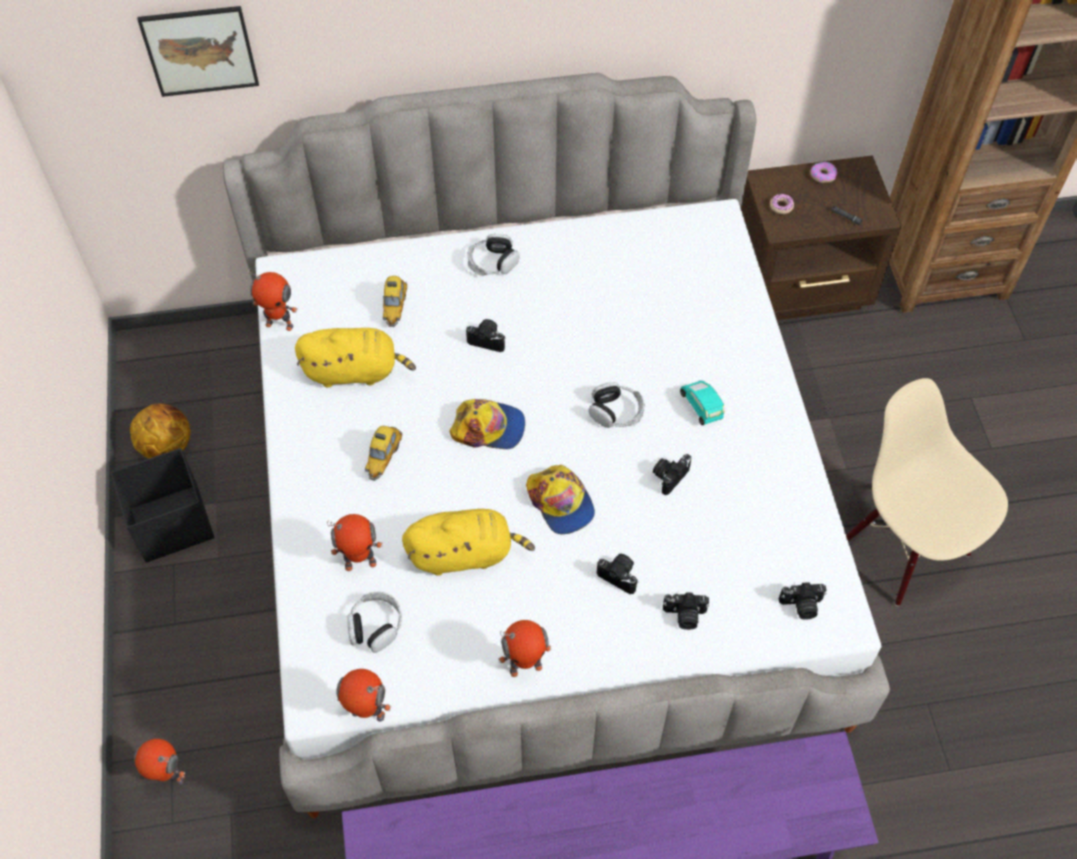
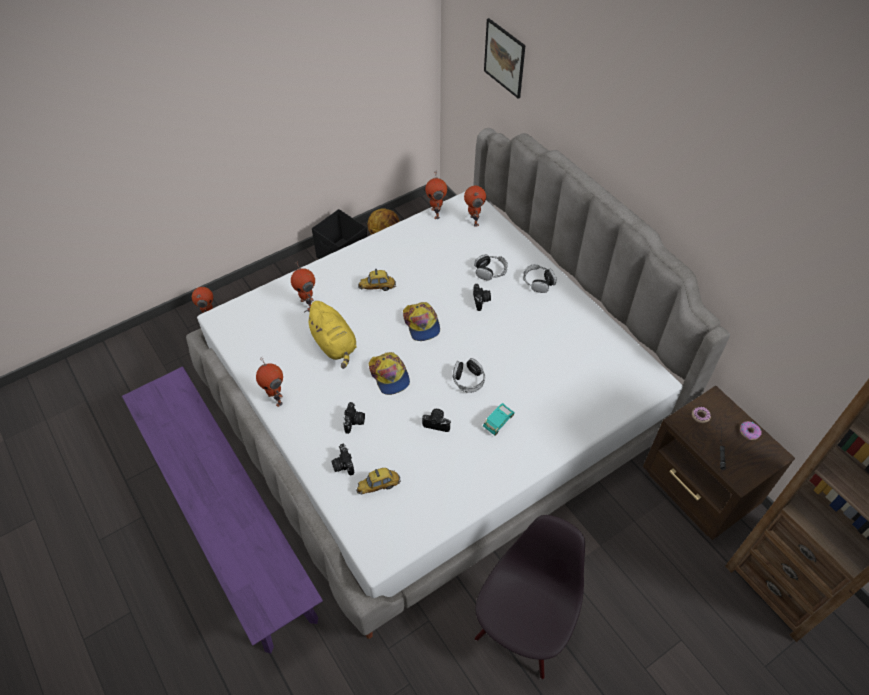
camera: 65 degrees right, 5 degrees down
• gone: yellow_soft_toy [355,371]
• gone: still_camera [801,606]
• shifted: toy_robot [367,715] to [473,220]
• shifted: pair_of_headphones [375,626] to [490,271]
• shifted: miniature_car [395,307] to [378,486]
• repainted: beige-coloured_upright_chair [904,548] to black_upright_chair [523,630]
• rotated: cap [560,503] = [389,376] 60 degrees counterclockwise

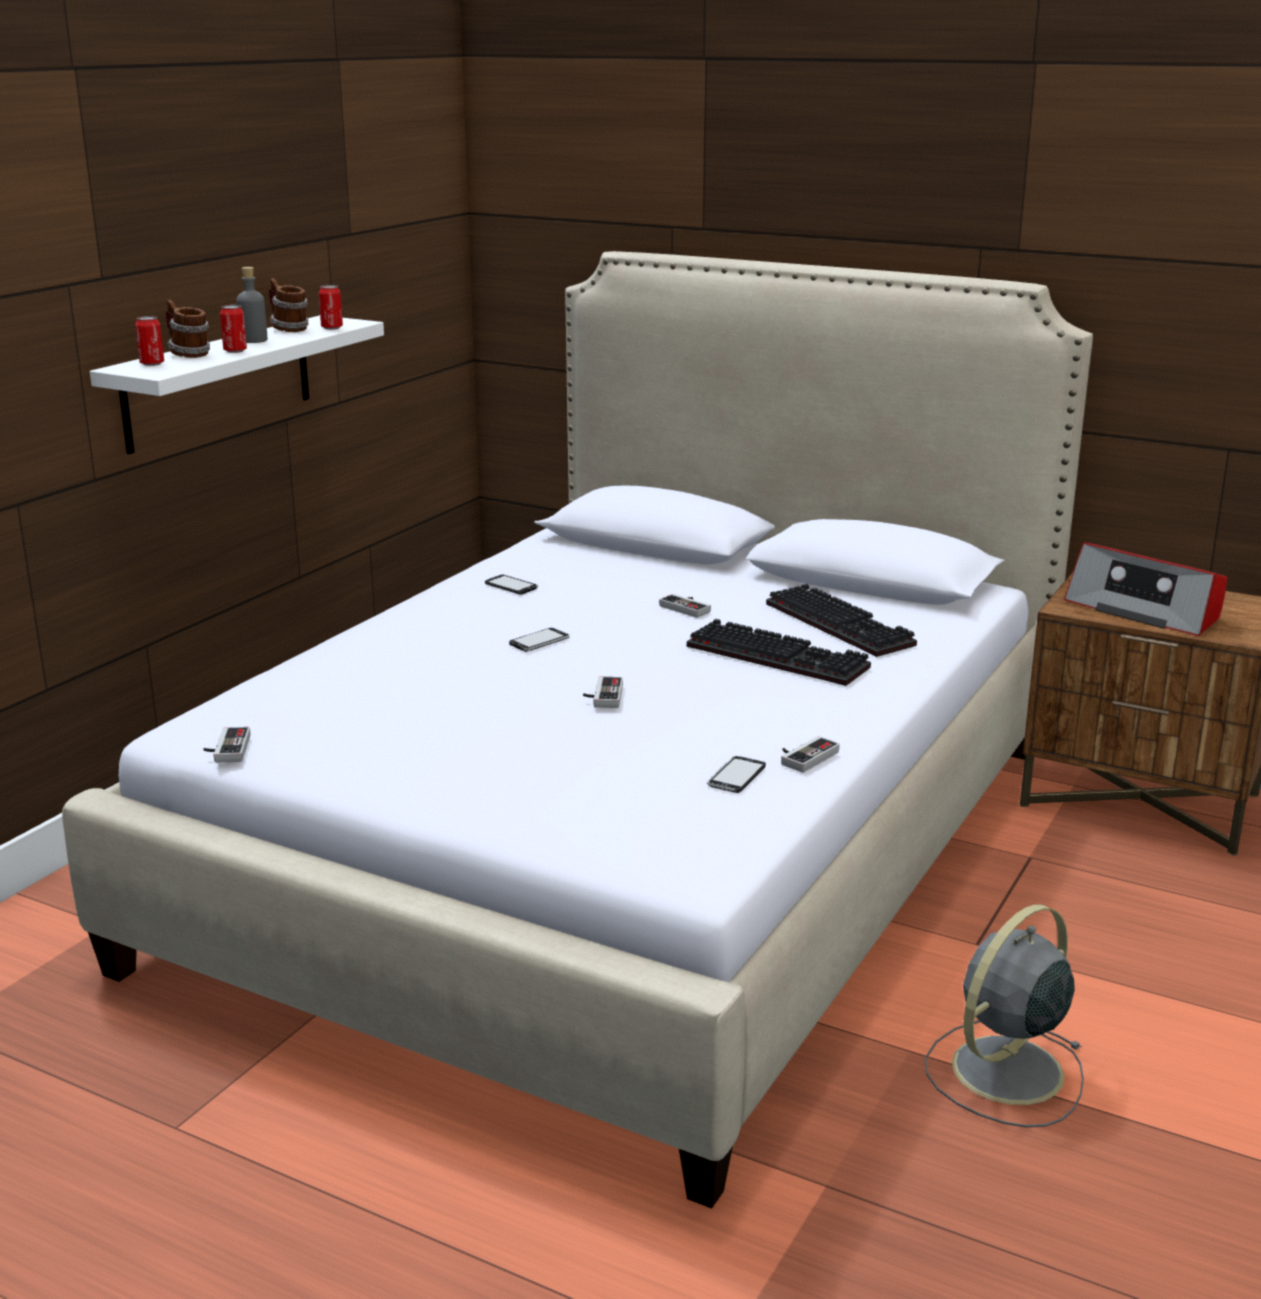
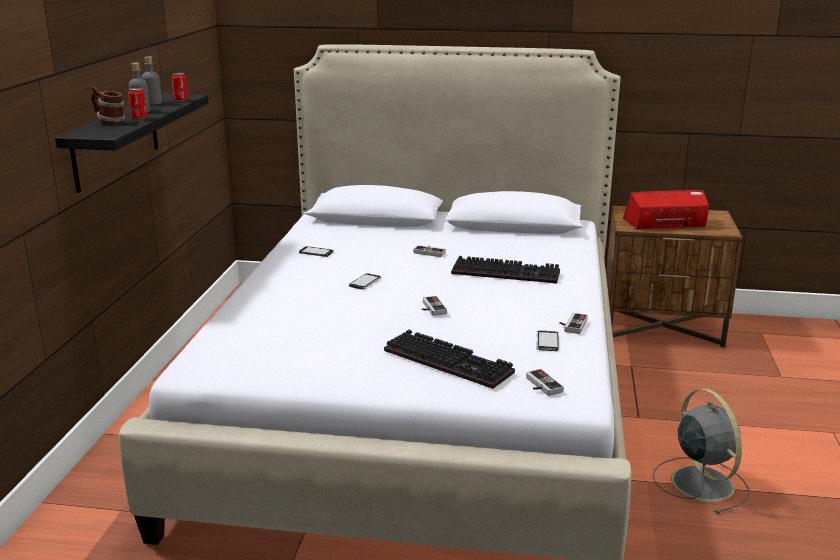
camera: 20 degrees left, 0 degrees up
• gone: sealed_can [152,364]
• shifted: gamepad [226,749] to [540,386]
• shifted: computer_keyboard [843,625] to [451,361]
• swapped: tea_mug [288,329] to greyish_beverage_bottle [153,103]
• repainted: white-coloured_bracket_shelf [218,382] to black_bracket_shelf [116,141]
• rotated: greyish_fan [1004,1072] = [700,482] 135 degrees clockwise
• rotated: radio [1145,610] = [666,223] 150 degrees clockwise

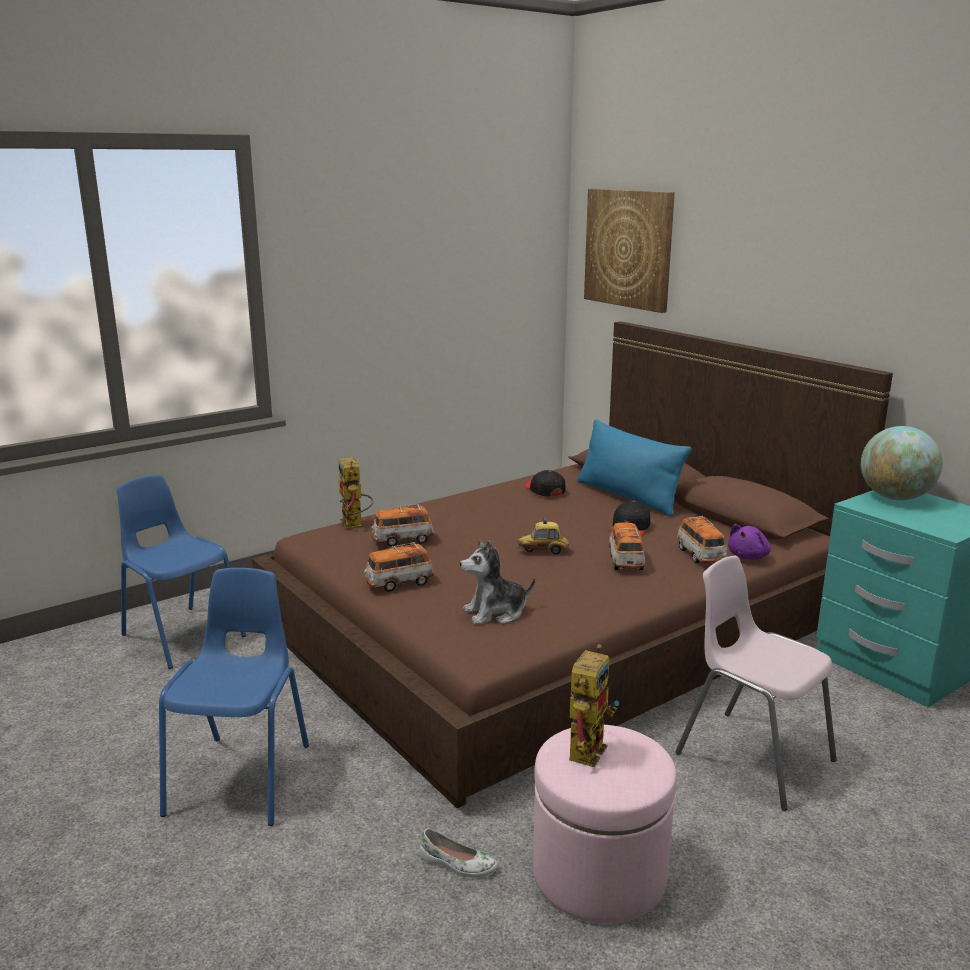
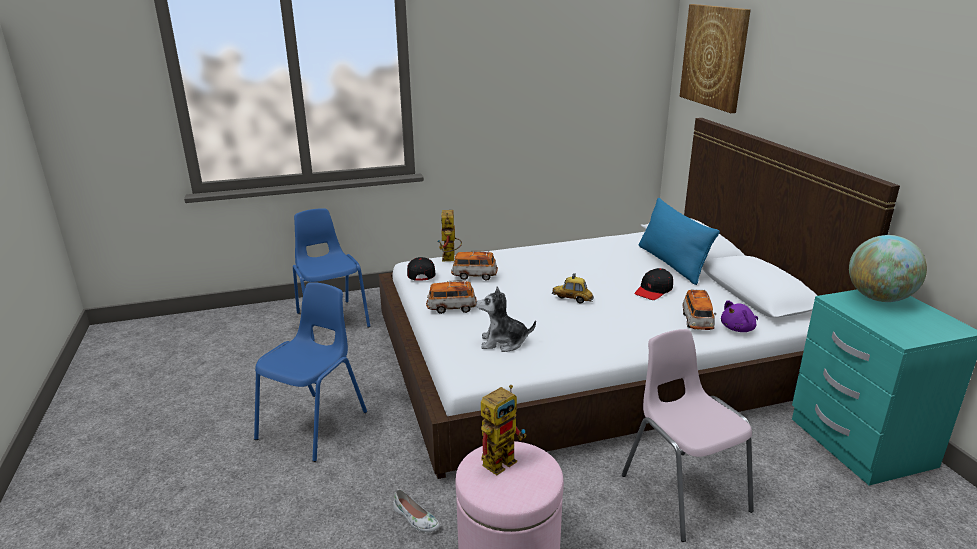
camera: 20 degrees right, 5 degrees up
• gone: miniature_car [625,561]
• shifted: black_cap [544,490] to [421,274]
• repainted: brown-coloured_bedroom_bed [559,623] to white-coloured_bedroom_bed [591,355]

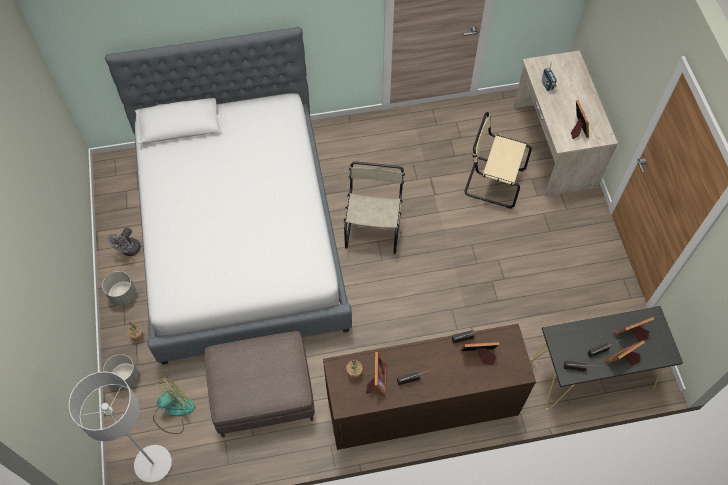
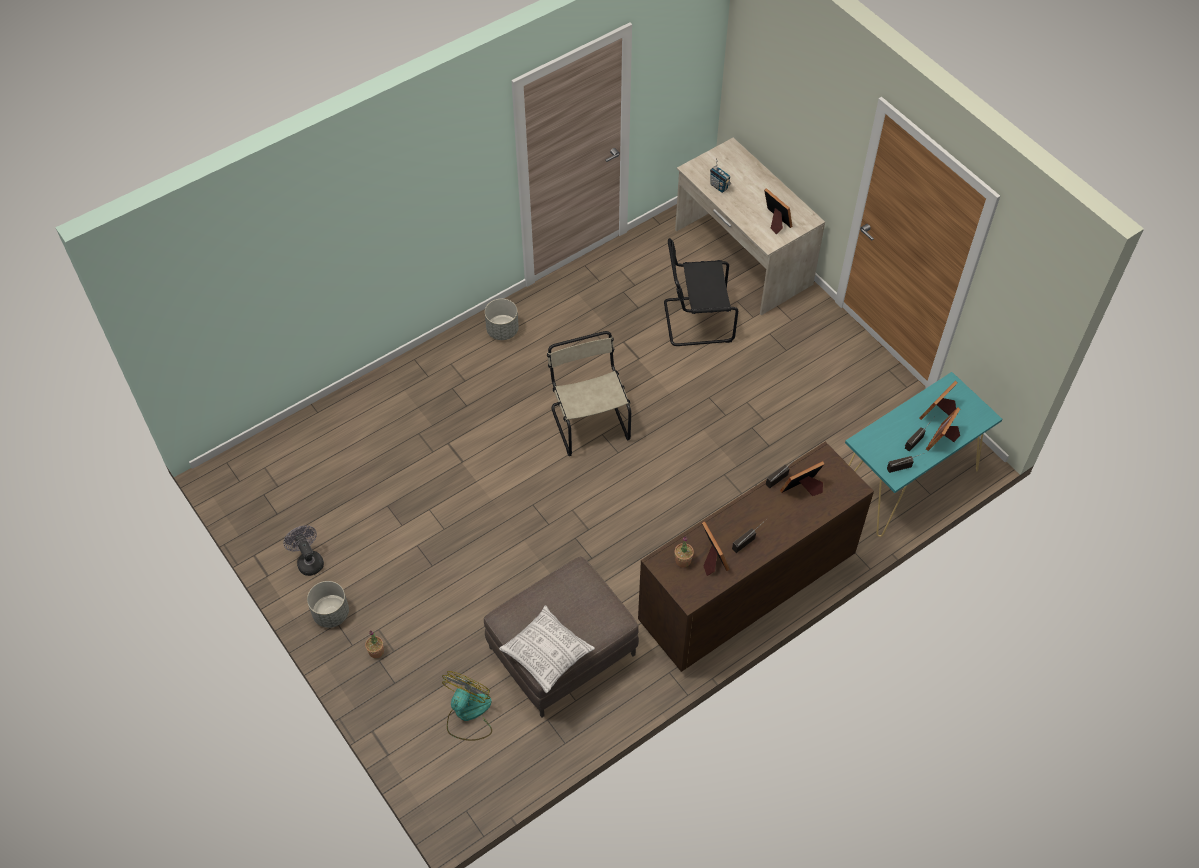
camera: 25 degrees left, 5 degrees down
• gone: greyish_floor_lamp [153,464]
• gone: bedroom_bed [241,235]
• new: throw_pillow [546,653]
• shifted: greyish_plant_pot [125,378] to [502,330]
• repainted: beige-coloured_upright_chair [492,182] to black_upright_chair [695,321]
• repainted: black_console_table [591,374] to blue-green_console_table [906,481]
• rotated: greyish_fan [129,250] = [308,561] 150 degrees clockwise

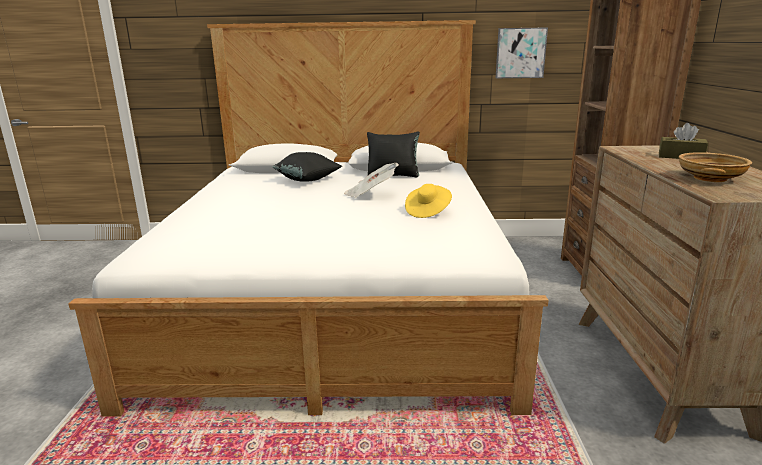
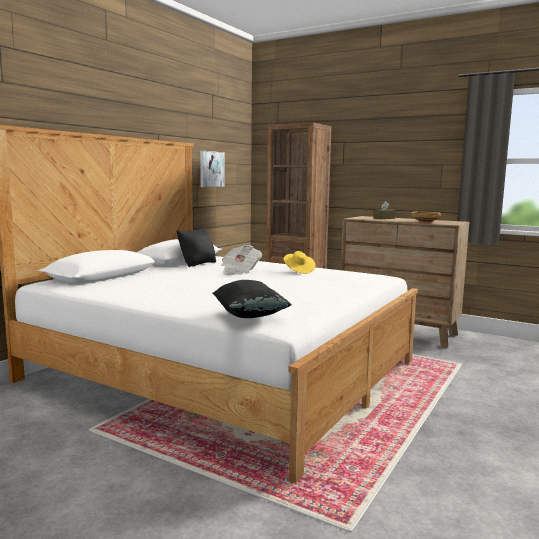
camera: 60 degrees left, 10 degrees down
• shifted: black_throw_pillow [307,180] to [249,316]

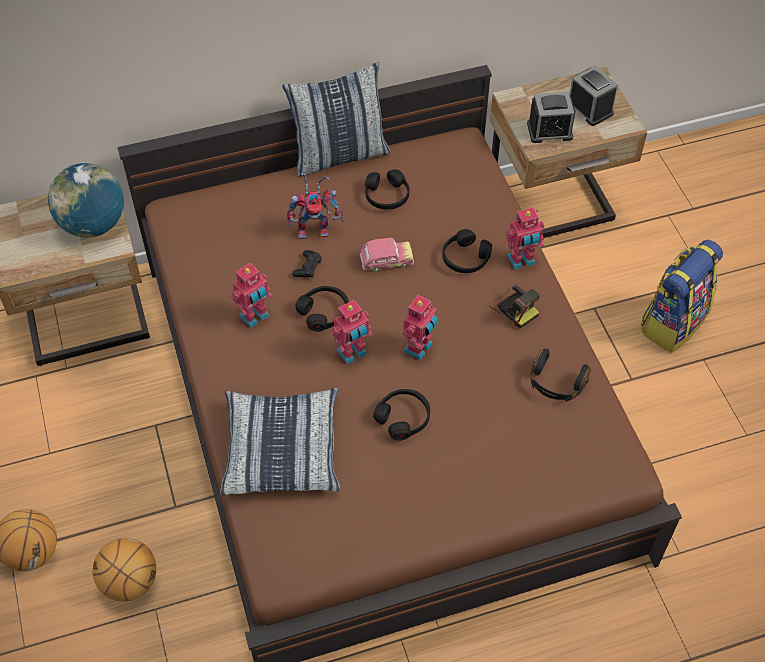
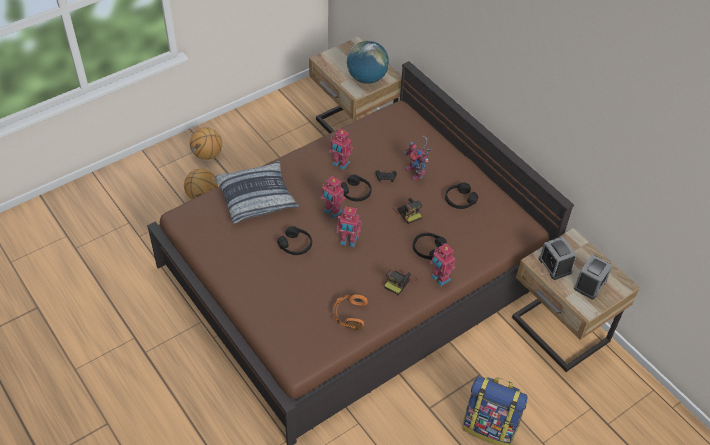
camera: 70 degrees right, 5 degrees down
• gone: throw_pillow [339,155]
• swapped: miniature_car [386,261] to still_camera [407,212]
• repainted: black_pair_of_headphones [556,383] to orangey_pair_of_headphones [349,315]

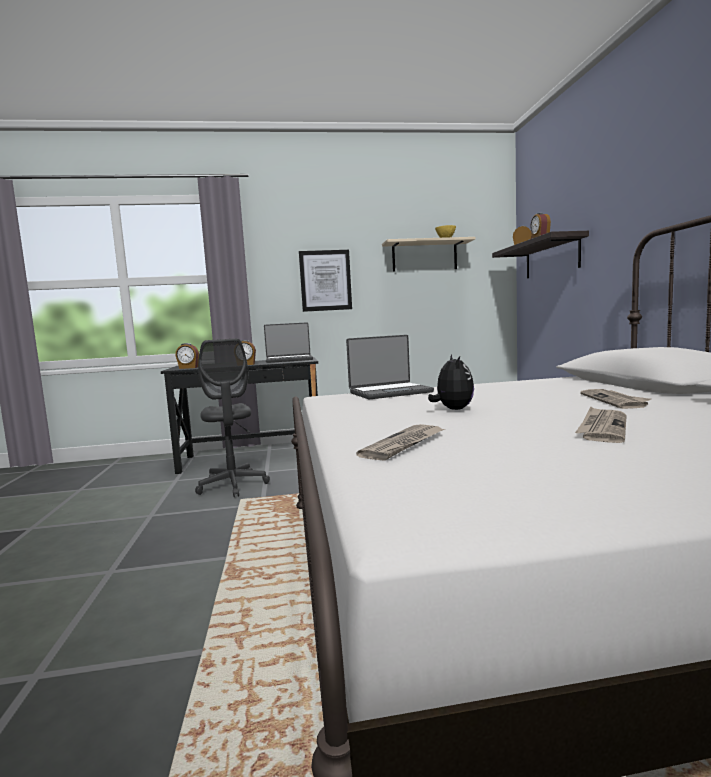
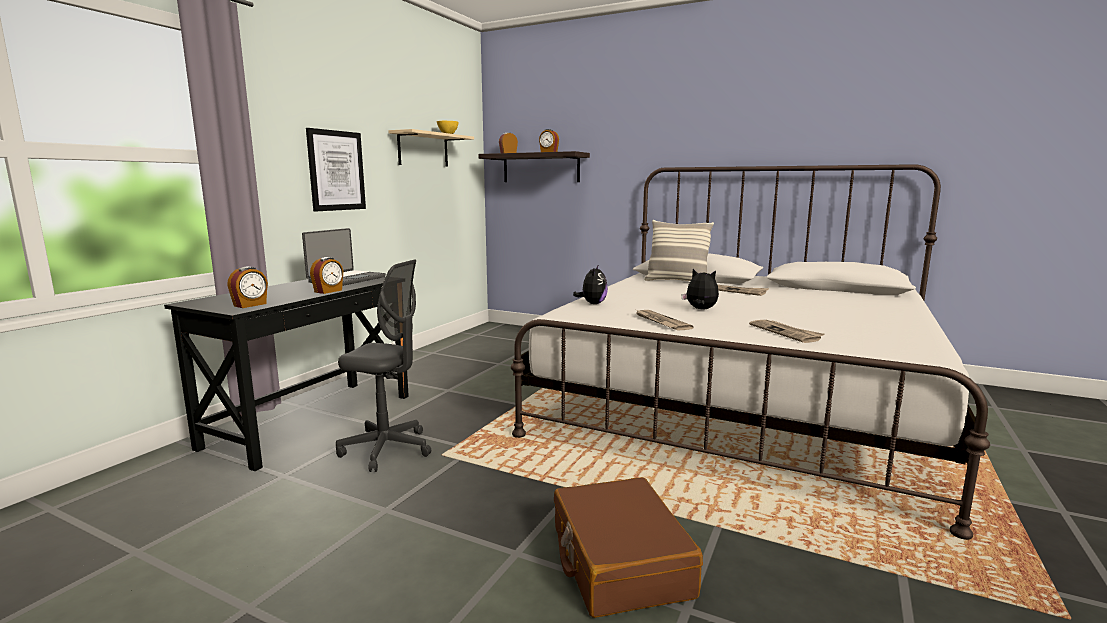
camera: 55 degrees left, 5 degrees up
• new: brown-coloured_suitcase [619,561]
• new: throw_pillow [677,281]
• shifted: daily_paper [602,428] to [660,322]
• swapped: notebook_computer [390,392] to soft_toy [592,304]

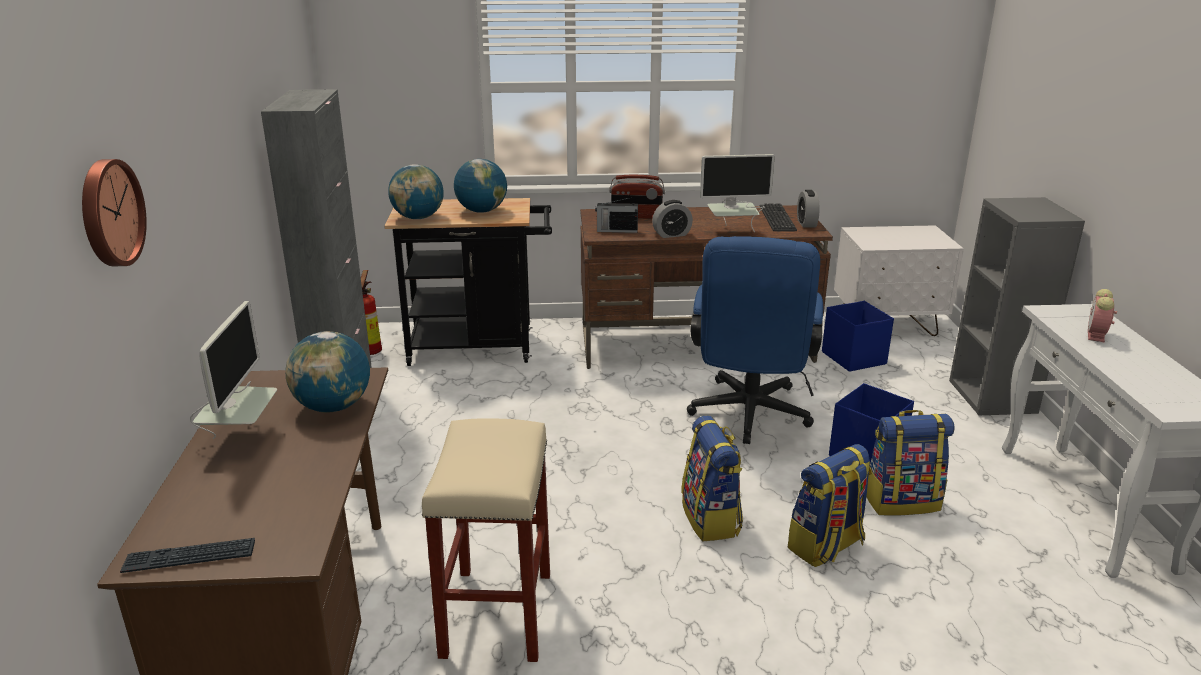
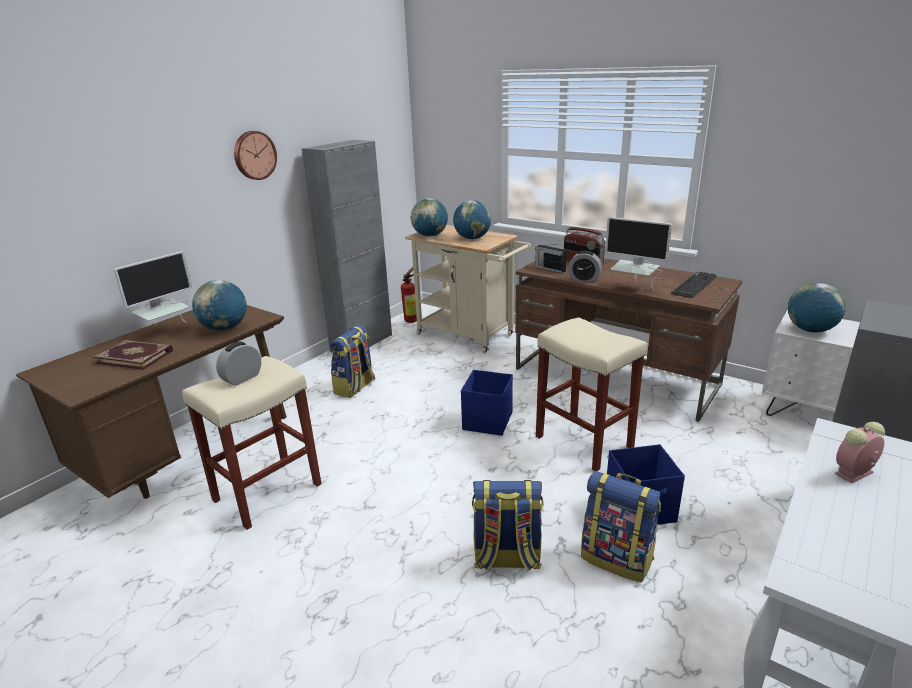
camera: 40 degrees right, 0 degrees up
• gone: computer_keyboard [190,557]
• new: volume [135,356]
• new: desk_globe [810,330]
• shifted: hanging_clock [109,213] to [254,155]
• shifted: rucksack [711,519] to [355,387]
• shifted: bedside_clock [806,223] to [242,378]
• shifted: blue-coloured_storage_bin [853,357] to [488,421]
• swapped: blue-coloured_desk_chair [748,417] to beige-coloured_stool [582,441]
• repainted: black_trolley [479,348] to beige-coloured_trolley [470,336]

